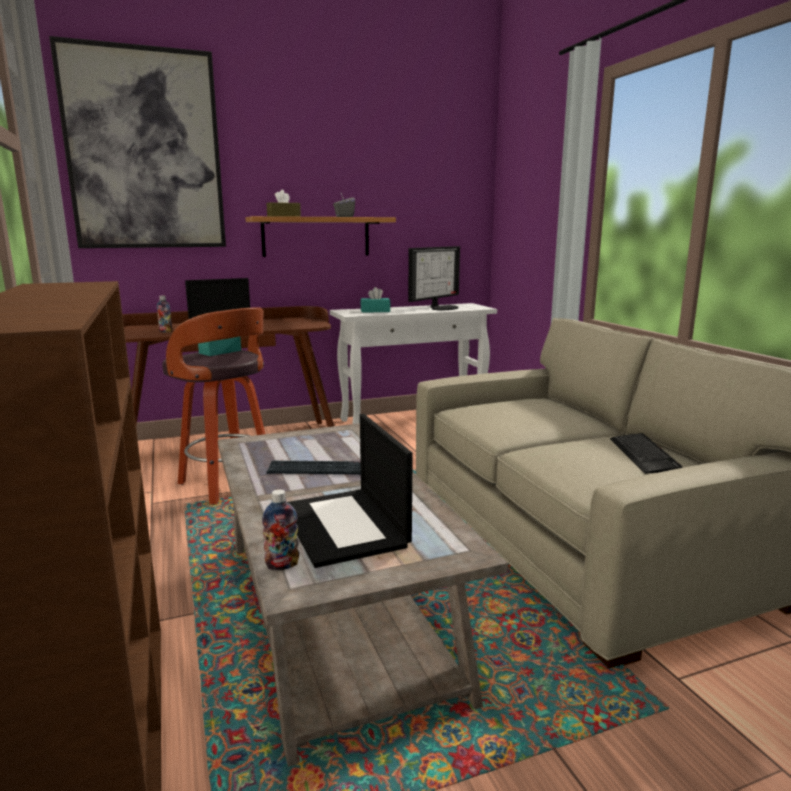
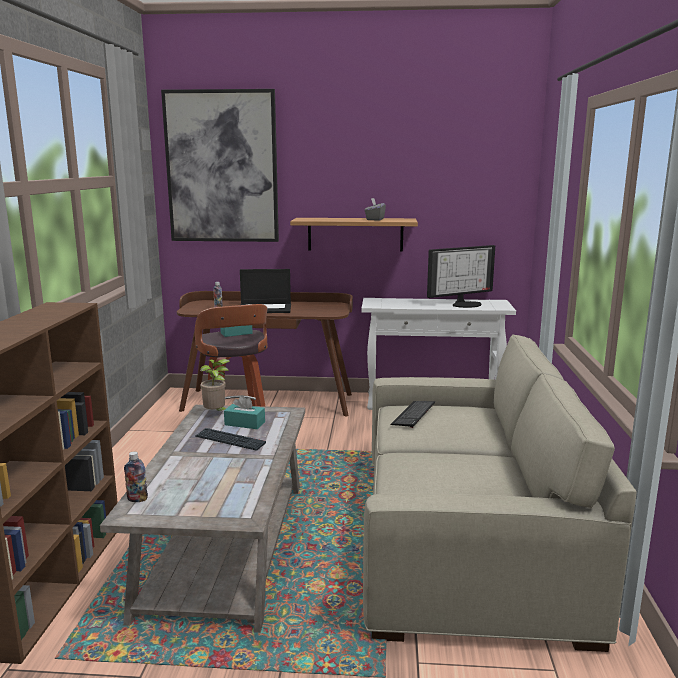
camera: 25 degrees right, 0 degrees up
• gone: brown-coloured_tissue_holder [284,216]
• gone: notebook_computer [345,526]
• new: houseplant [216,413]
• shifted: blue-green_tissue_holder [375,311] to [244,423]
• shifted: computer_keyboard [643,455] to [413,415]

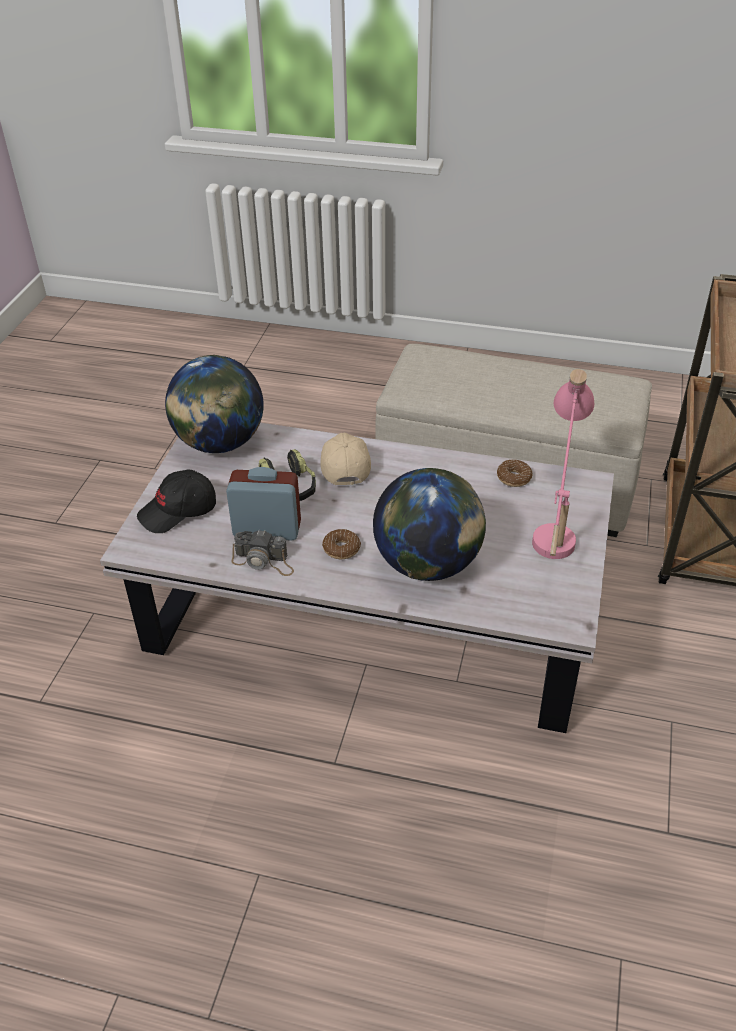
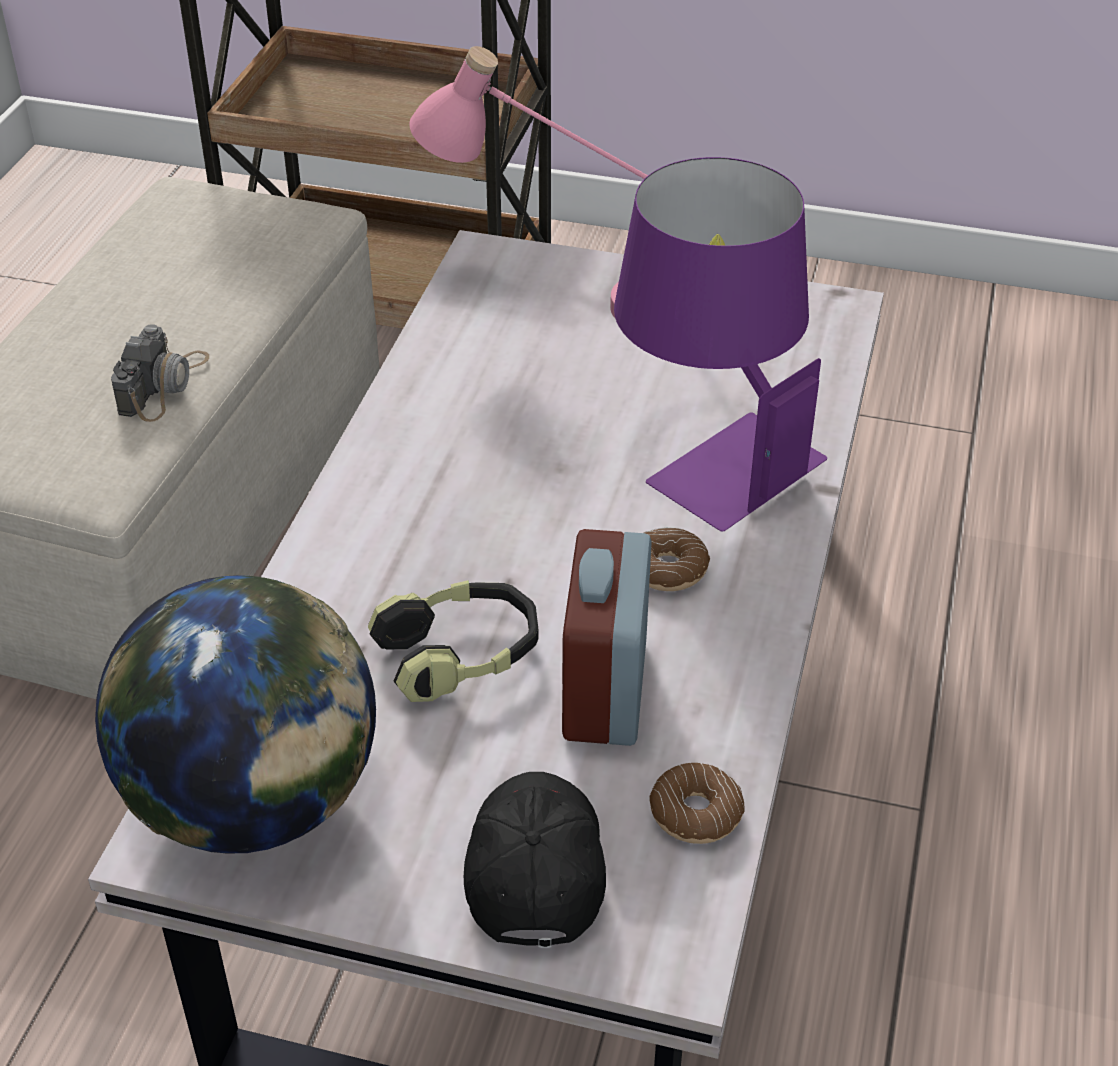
camera: 90 degrees left, 0 degrees up
• gone: beige-coloured_cap [344,465]
• shifted: still_camera [264,561] to [163,384]
• shifted: ring_doughnut [513,478] to [696,813]
• swapped: desk_globe [427,565] to purplish_lamp_for_a_table [709,454]
• rotated: black_cap [178,511] = [533,868] 150 degrees counterclockwise

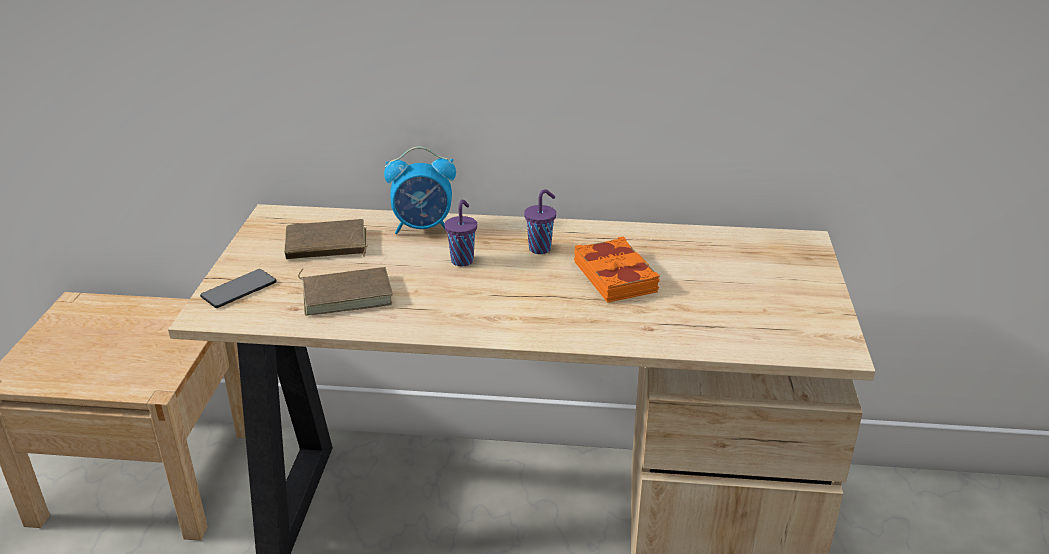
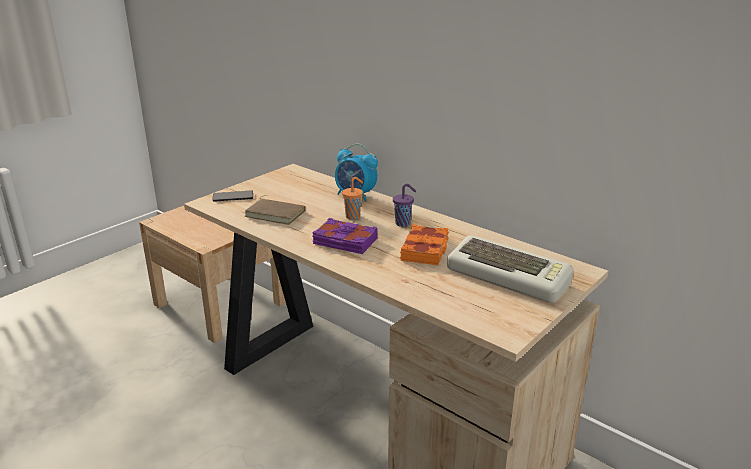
camera: 35 degrees right, 5 degrees down
• gone: brown-coloured_volume [326,246]
• new: purplish_volume [345,242]
• new: computer_keyboard [509,276]
• repainted: purplish_cup [463,260] to orangey_cup [353,216]

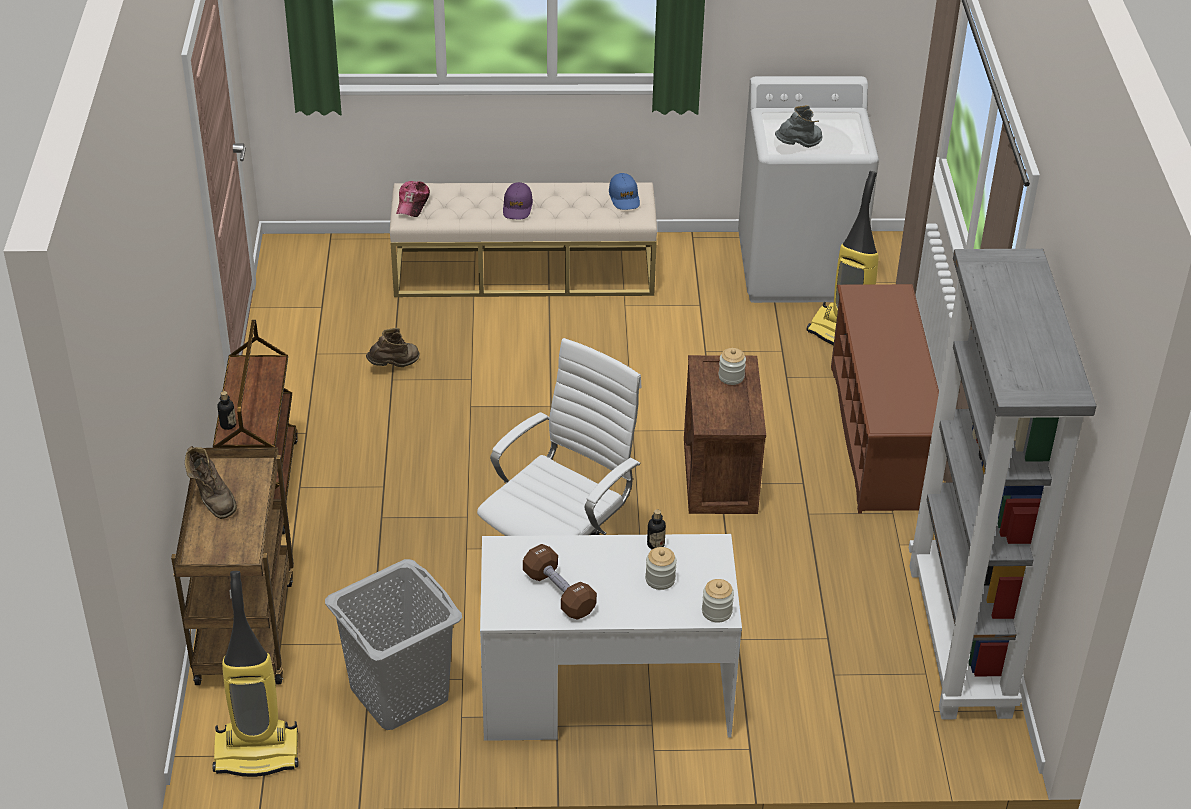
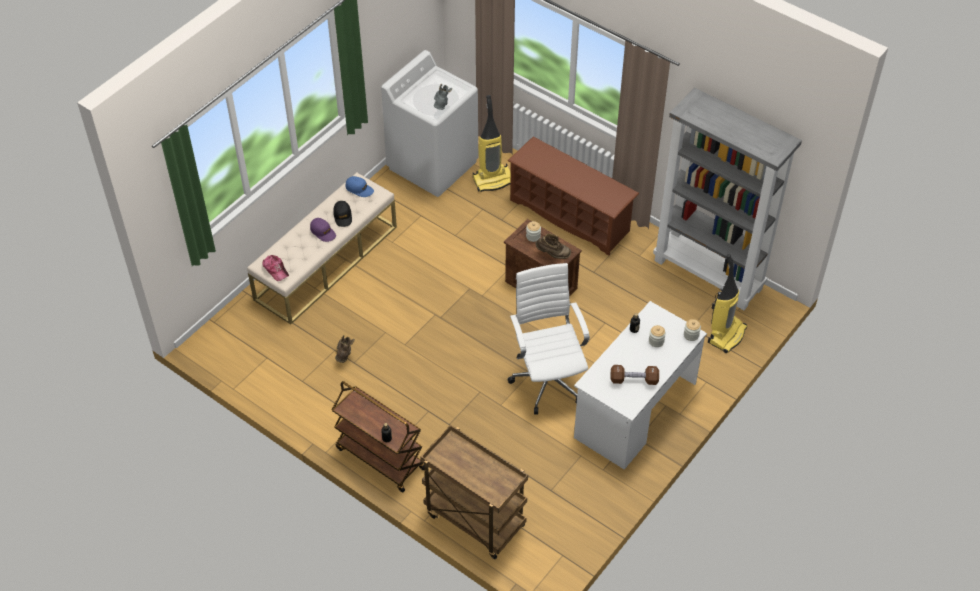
camera: 50 degrees left, 10 degrees up
• gone: greyish_laundry_basket [400,694]
• new: black_cap [343,216]
• shifted: brown-coloured_tall_boot [212,499] to [552,254]
• shifted: hoover [258,752] to [726,334]

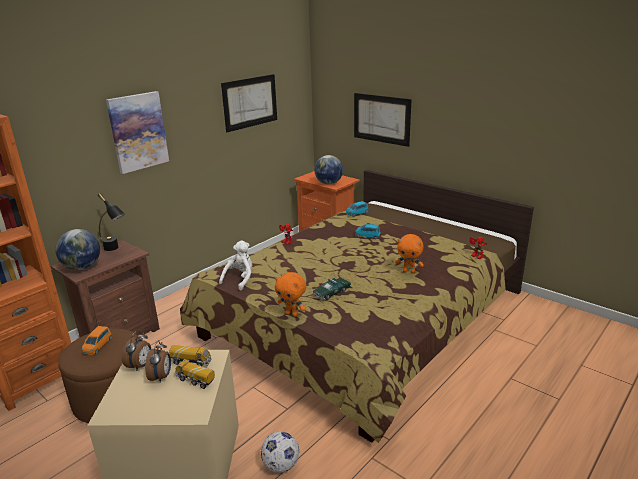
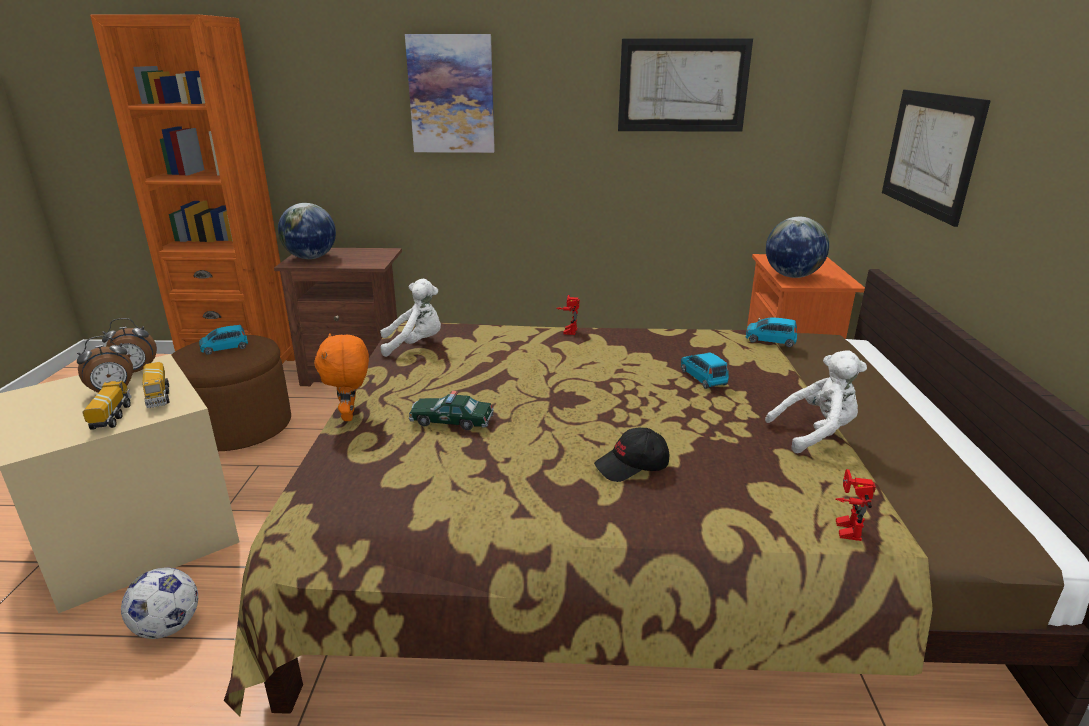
camera: 50 degrees right, 0 degrees up
• gone: black_lamp_for_a_table [115,249]
• new: white-coloured_soft_toy [815,433]
• swapped: orangey_soft_toy [409,271] to black_cap [632,466]
• repainted: orangey_miniature_car [98,346] to blue-coloured_miniature_car [225,348]

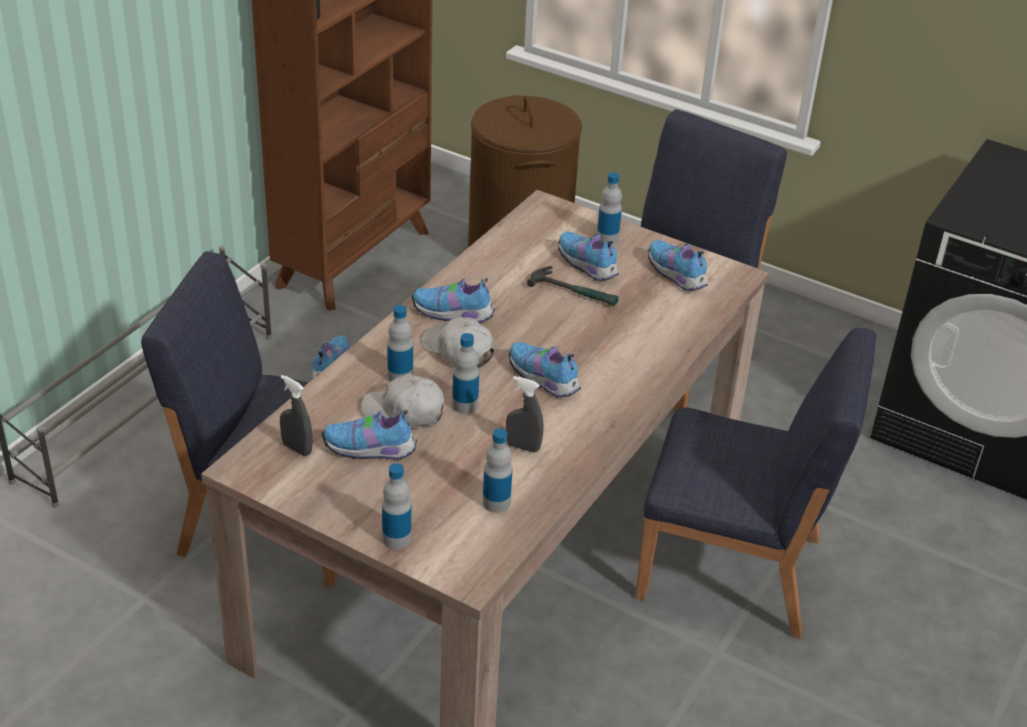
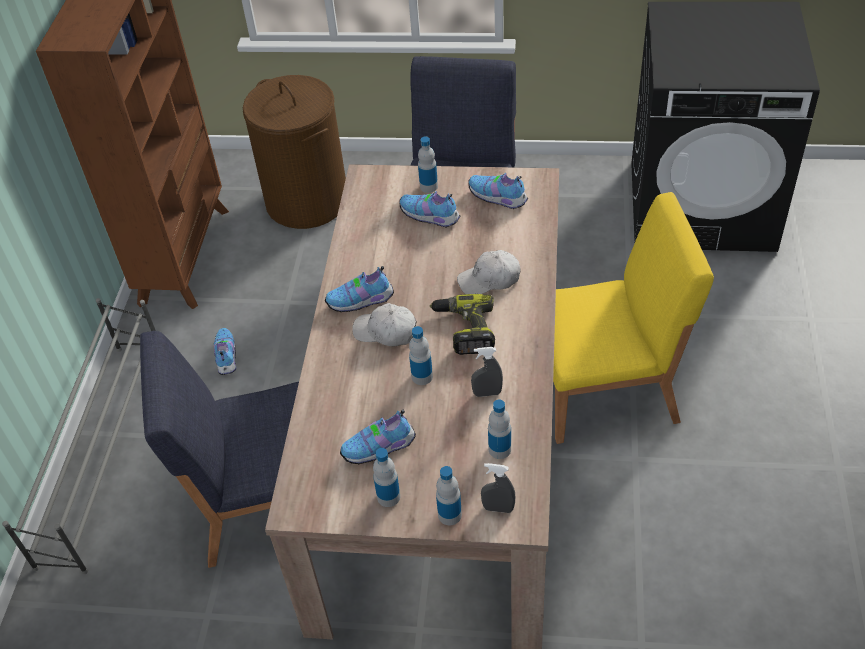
camera: 20 degrees left, 10 degrees up
• gone: hammer [574,292]
• shifted: greyish_spray_bottle [297,448] to [498,508]
• shifted: white-coloured_cap [404,411] to [489,280]
• shifted: beverage_bottle [400,376] to [388,497]
• swapped: shoe [544,381] to power_drill [464,329]
• repainted: blue-coloured_upright_chair [732,569] to yellow_upright_chair [606,390]

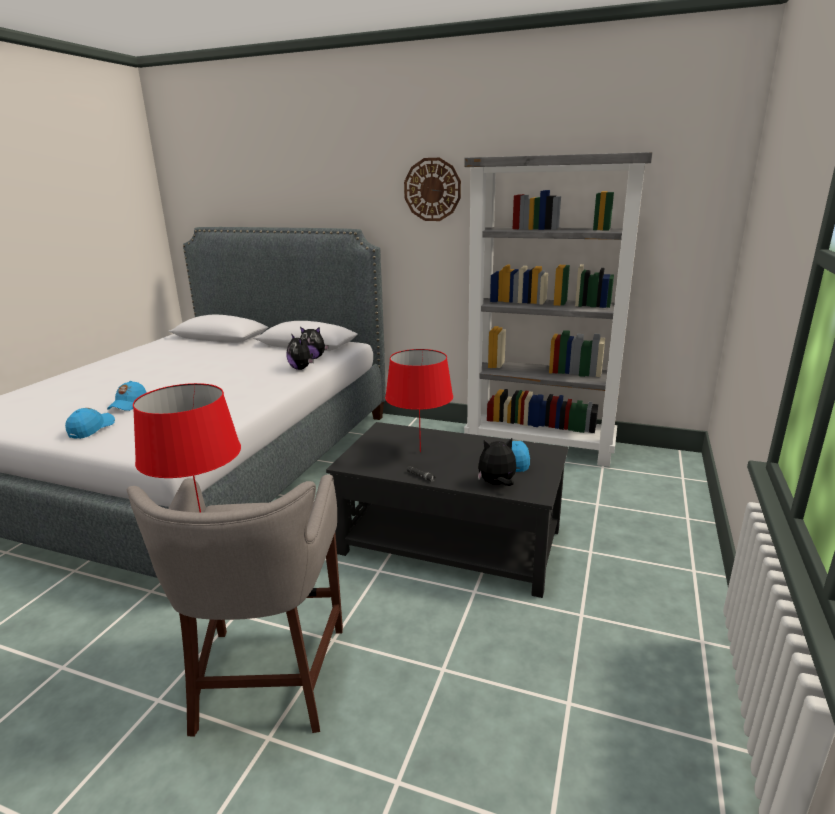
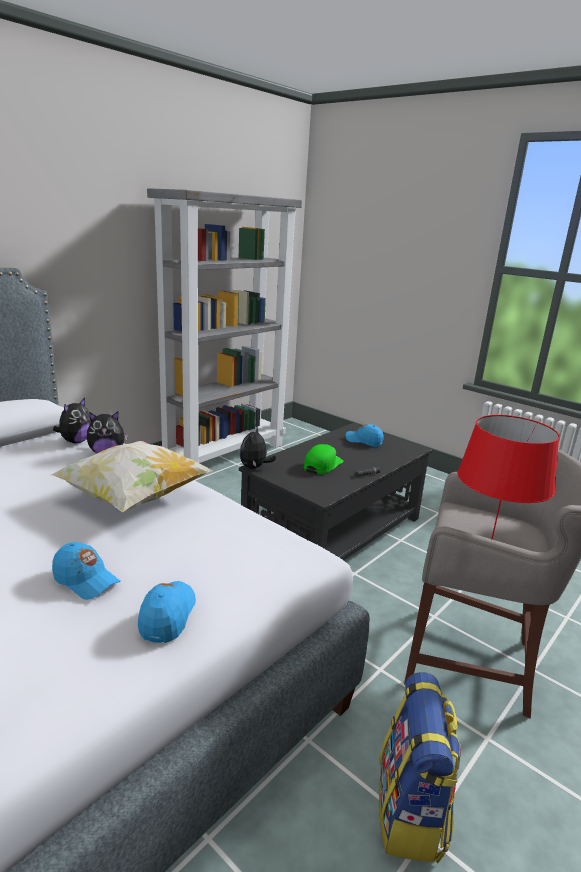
camera: 70 degrees left, 0 degrees up
• gone: hanging_clock [432,189]
• new: throw_pillow [134,498]
• new: rucksack [411,812]
• shifted: soft_toy [497,484] to [254,467]
• swapped: red_lamp_for_a_table [420,452] to green-coloured_cap [322,465]
• rotated: blue-coloured_cap [91,429] = [167,616] 60 degrees clockwise

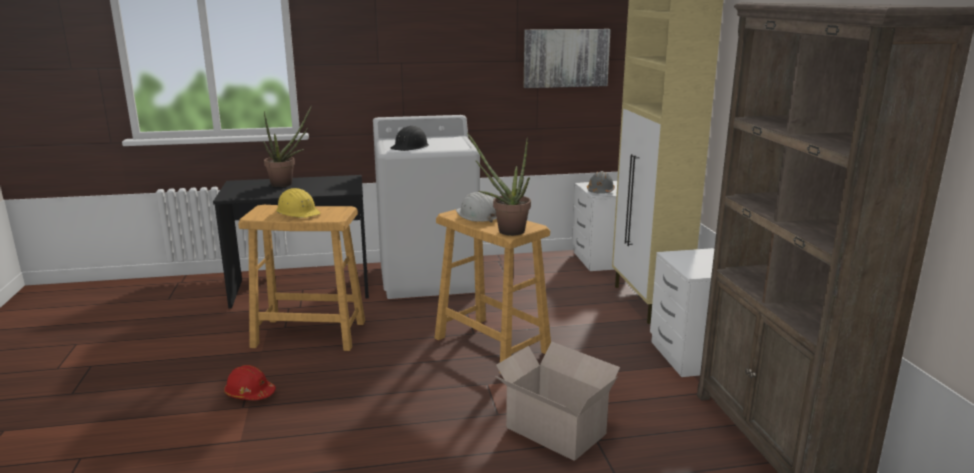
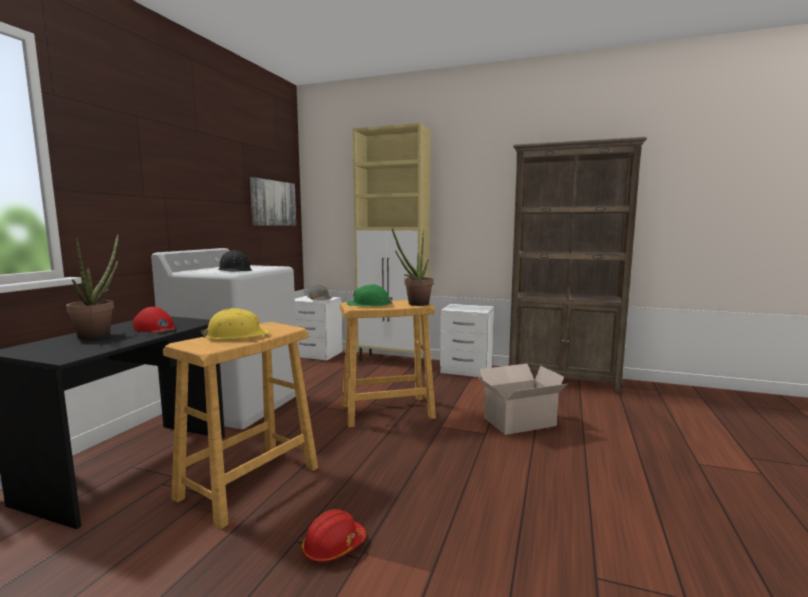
camera: 60 degrees left, 10 degrees down
• new: red_cap [156,328]
• repainted: white-coloured_safety_helmet [477,215] to green-coloured_safety_helmet [369,304]

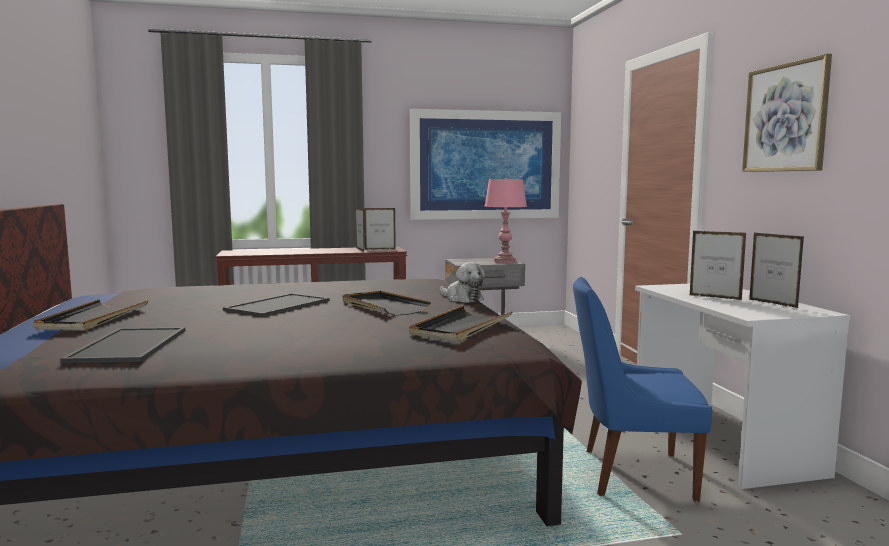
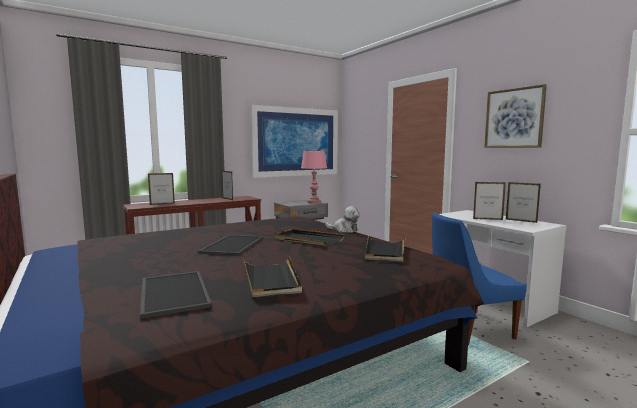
camera: 20 degrees left, 0 degrees up
• shifted: black_carrying_tray [93,319] to [271,279]
• shifted: standing_frame [380,249] to [162,204]

